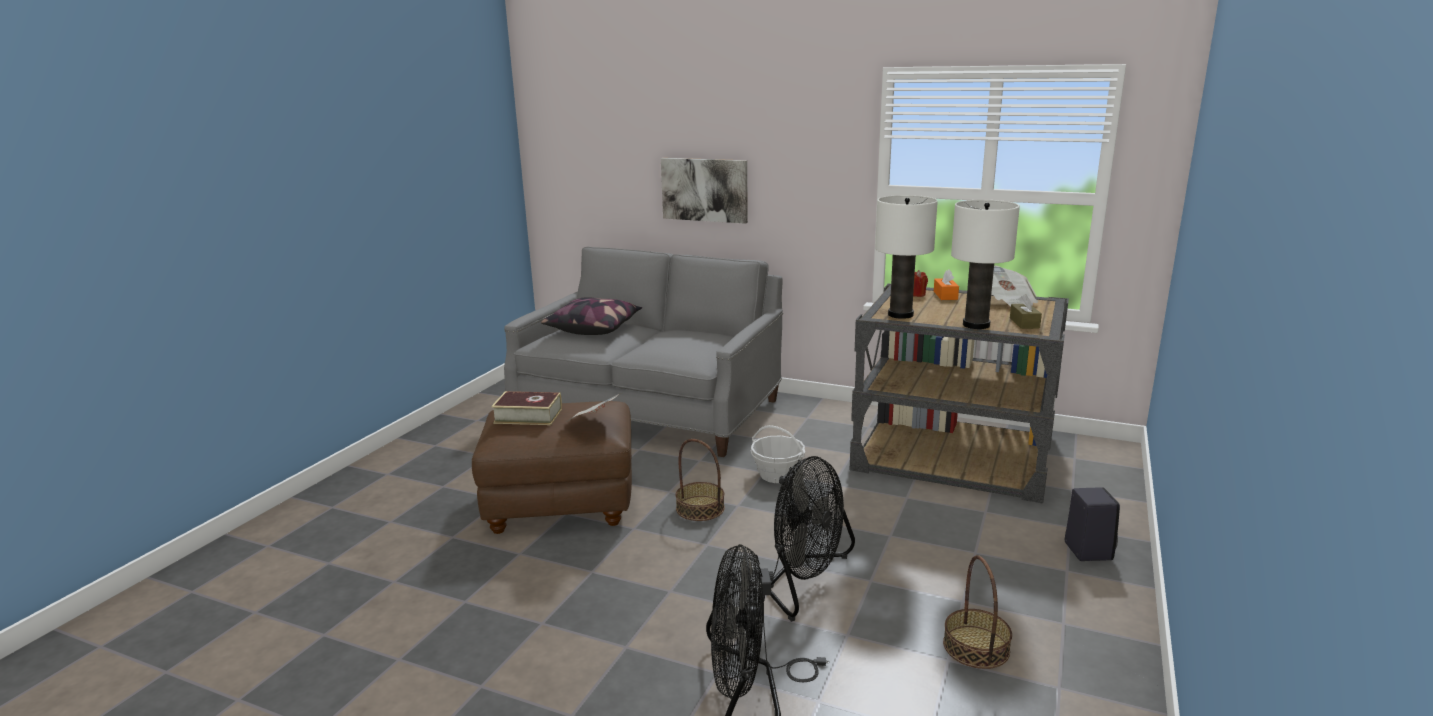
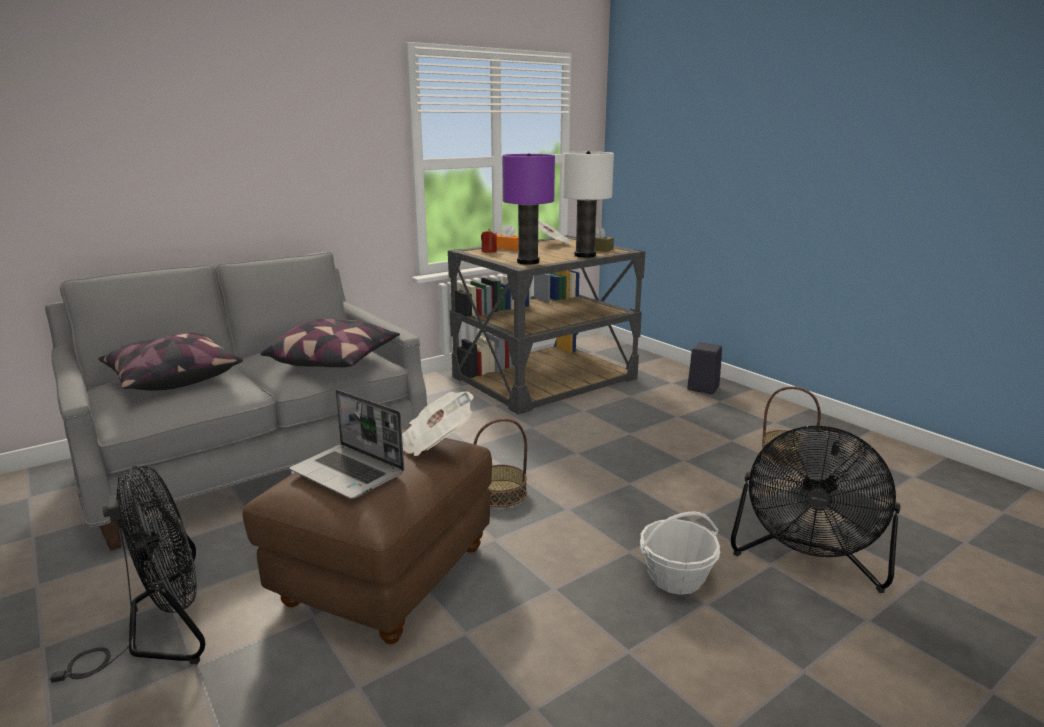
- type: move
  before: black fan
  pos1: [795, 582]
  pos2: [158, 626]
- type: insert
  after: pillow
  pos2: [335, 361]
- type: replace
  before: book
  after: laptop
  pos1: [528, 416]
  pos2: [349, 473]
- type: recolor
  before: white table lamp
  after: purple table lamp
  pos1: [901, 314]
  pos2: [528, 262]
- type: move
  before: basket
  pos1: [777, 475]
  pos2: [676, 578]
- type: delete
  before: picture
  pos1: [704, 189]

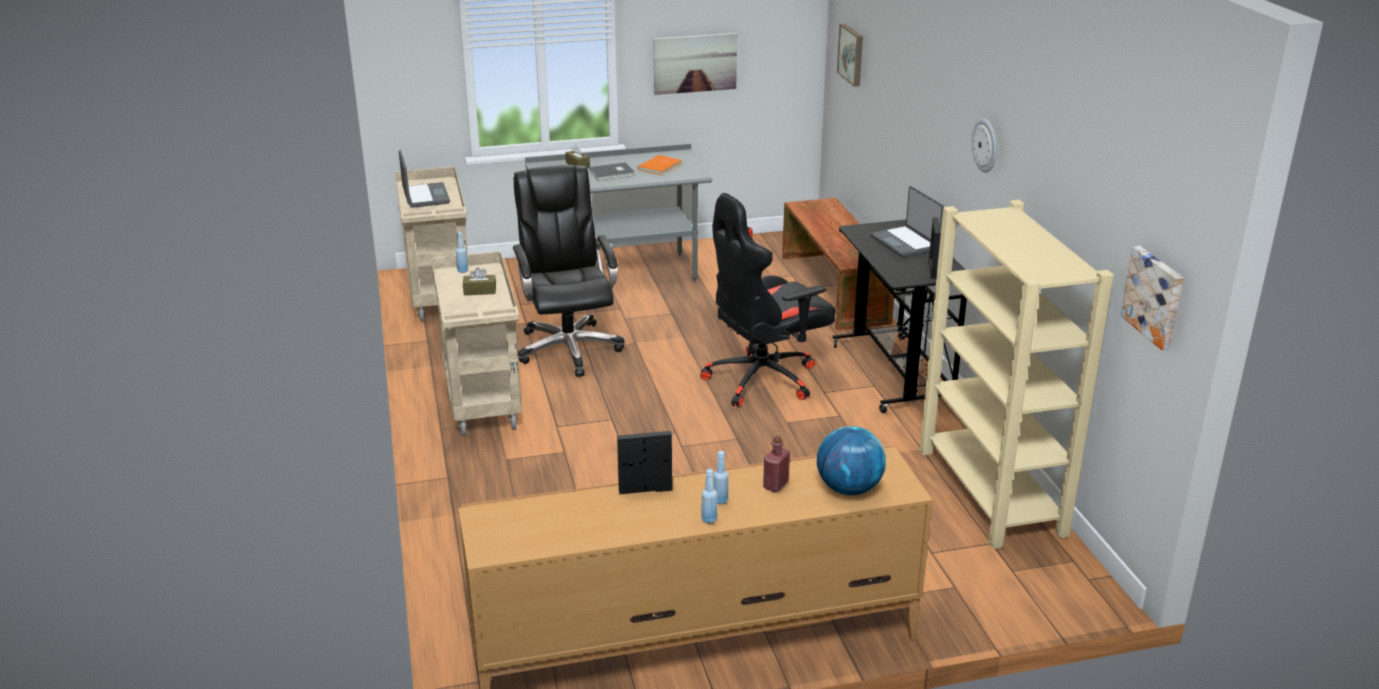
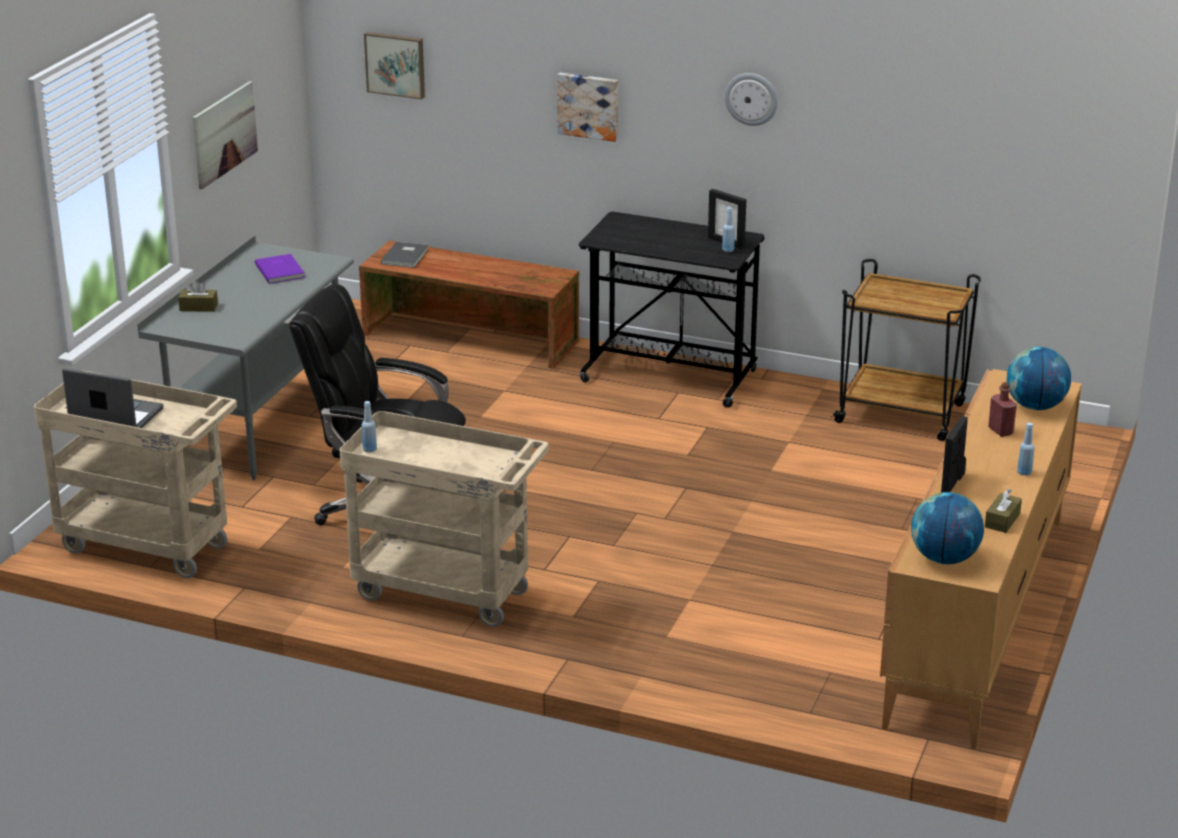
- type: recolor
  before: orange book
  after: purple book
  pos1: [661, 167]
  pos2: [281, 270]
- type: move
  before: grey book
  pos1: [613, 173]
  pos2: [406, 256]
- type: move
  before: picture
  pos1: [1155, 296]
  pos2: [588, 105]
- type: move
  before: blue bottle
  pos1: [720, 500]
  pos2: [728, 250]
- type: replace
  before: beige bookcase
  after: brown cart
  pos1: [991, 491]
  pos2: [902, 414]
- type: insert
  after: globe
  pos2: [944, 558]
- type: move
  before: brown tissue box
  pos1: [480, 291]
  pos2: [1002, 520]
- type: delete
  before: black office chair
  pos1: [769, 378]
- type: delete
  before: laptop
  pos1: [905, 242]

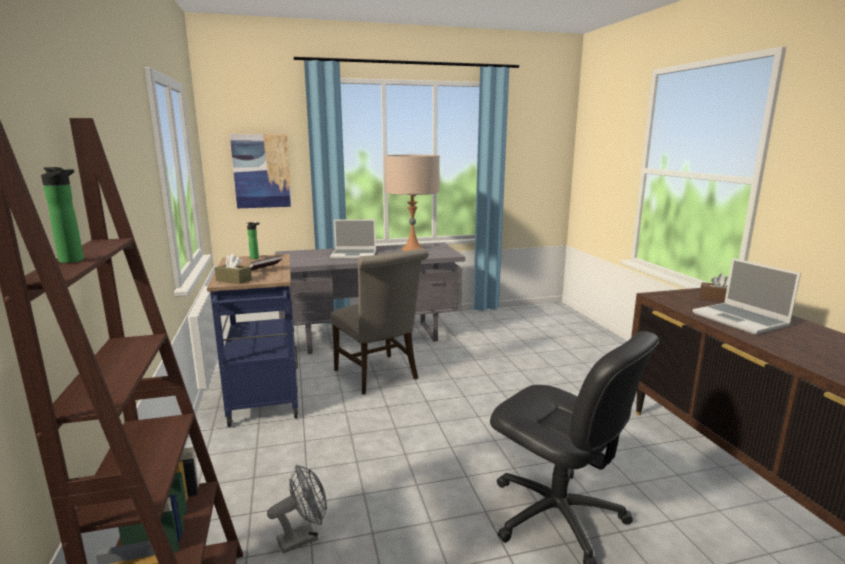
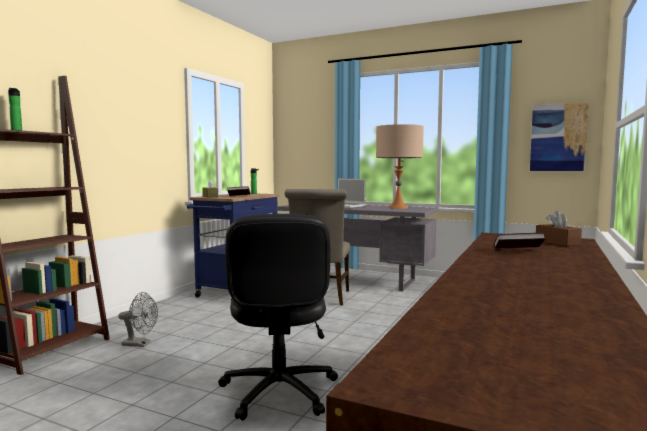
- type: replace
  before: laptop
  after: book
  pos1: [741, 320]
  pos2: [518, 251]
- type: move
  before: picture
  pos1: [262, 171]
  pos2: [558, 137]

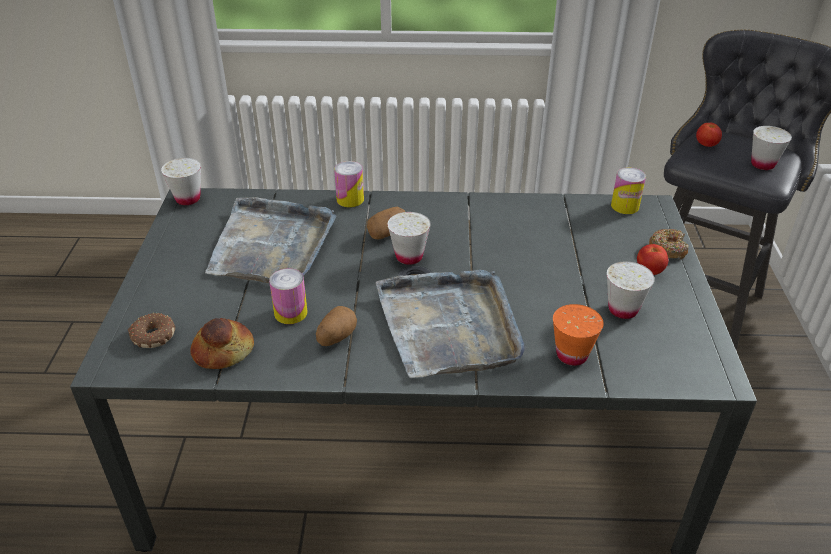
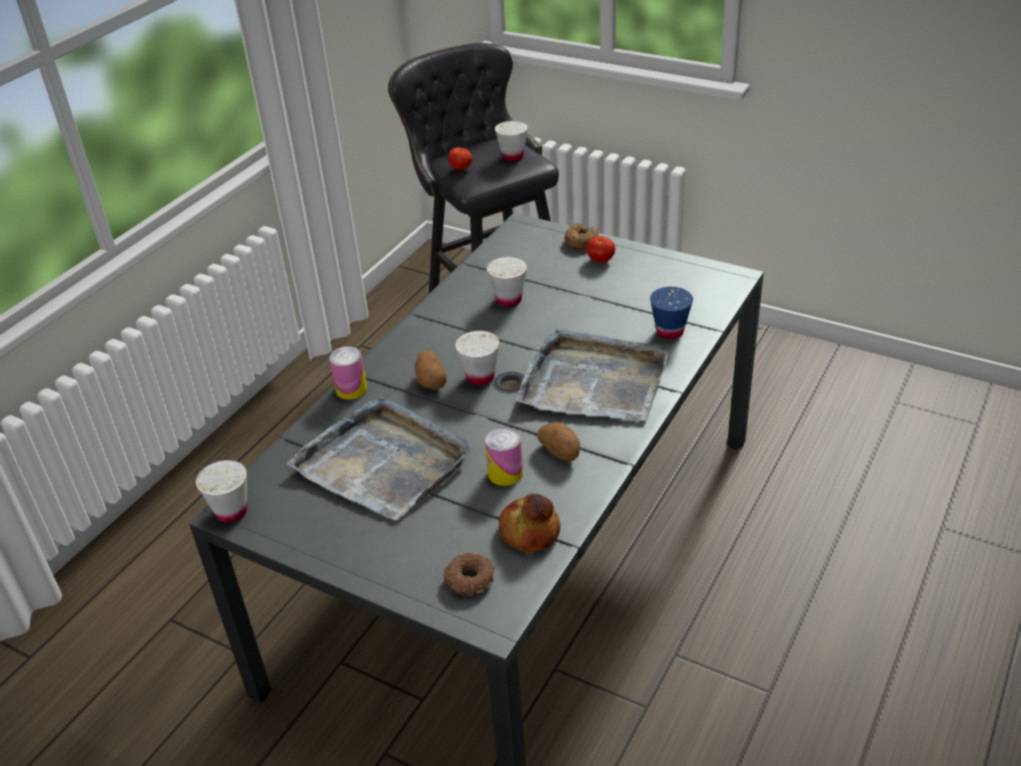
- type: move
  before: white cup
  pos1: [623, 309]
  pos2: [508, 299]
- type: recolor
  before: orange cup
  after: blue cup
  pos1: [571, 355]
  pos2: [669, 332]
- type: delete
  before: can
  pos1: [625, 206]

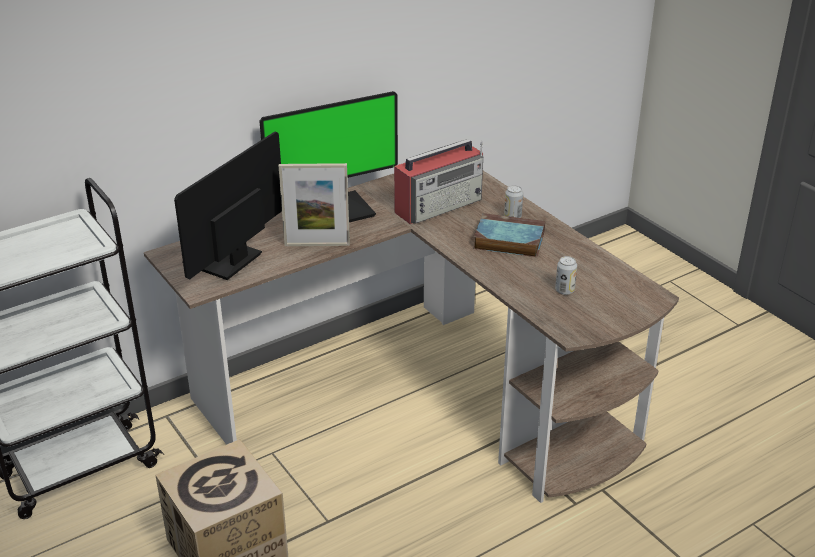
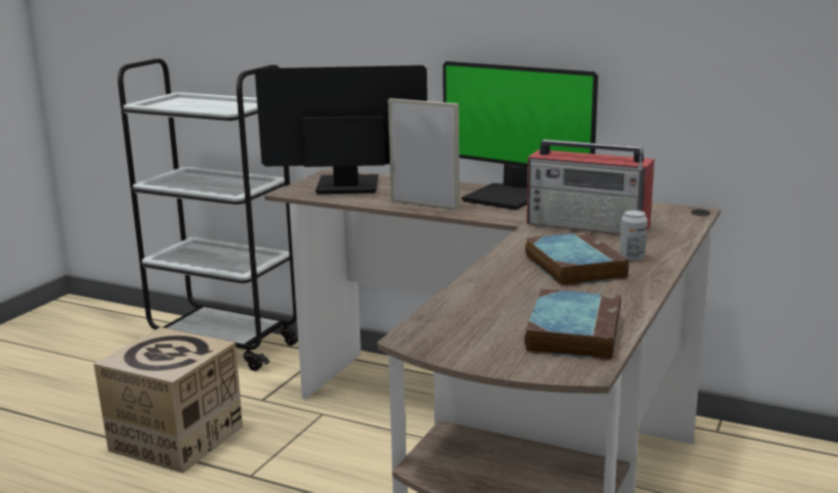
- type: rotate
  before: picture frame
  pos1: [317, 244]
  pos2: [424, 205]
  turn: 150
- type: insert
  after: book
  pos2: [573, 332]
- type: delete
  before: can
  pos1: [564, 290]

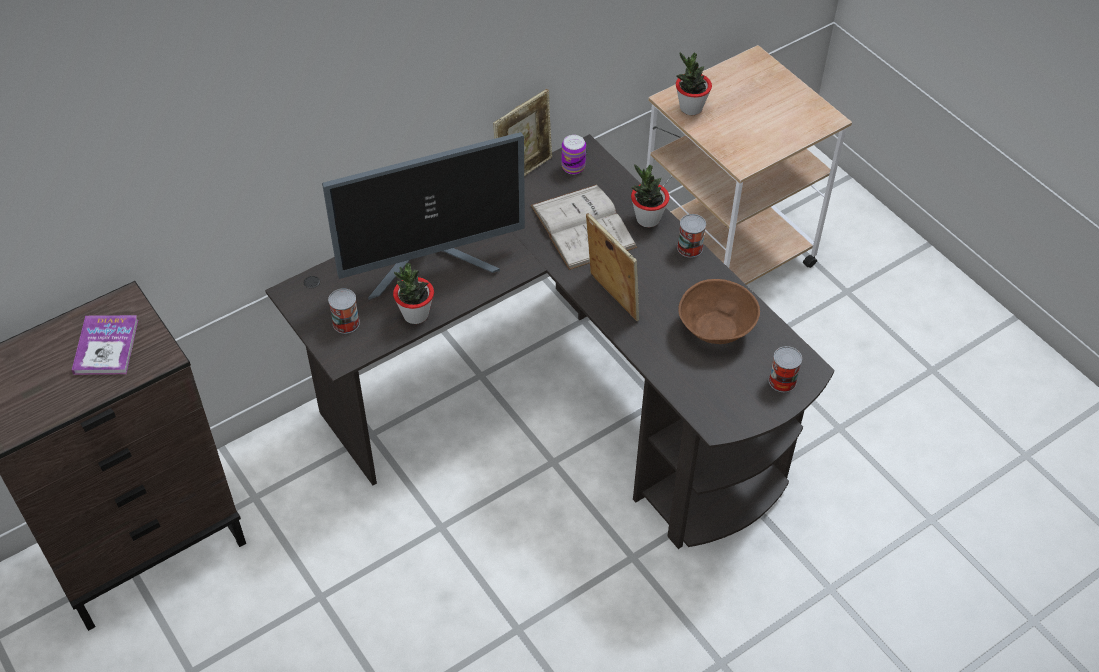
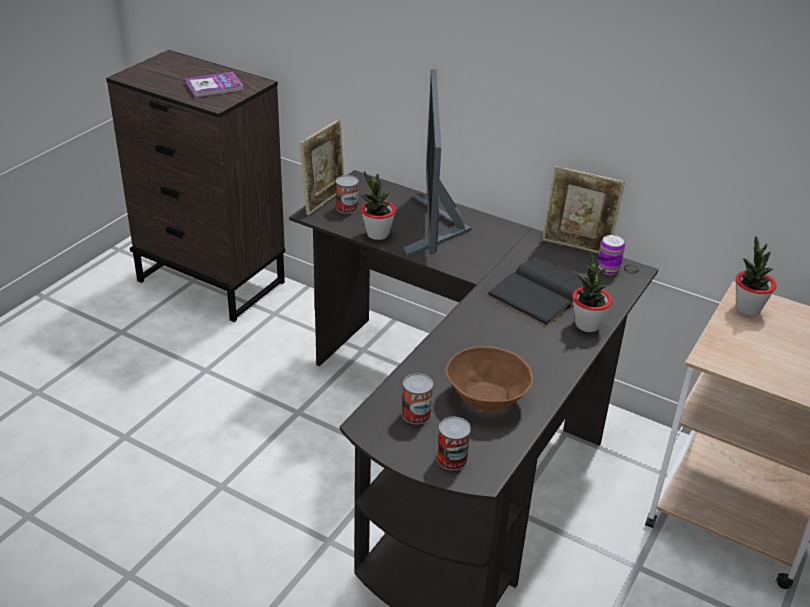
- type: move
  before: picture frame
  pos1: [611, 298]
  pos2: [324, 200]
- type: move
  before: can
  pos1: [689, 248]
  pos2: [416, 414]
- type: rotate
  before: monitor
  pos1: [431, 264]
  pos2: [435, 228]
  turn: 45
- type: recolor
  before: white book
  after: black book
  pos1: [583, 226]
  pos2: [543, 291]

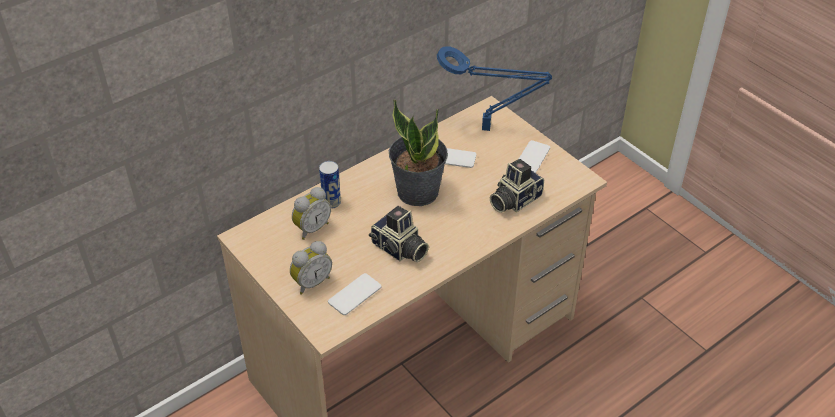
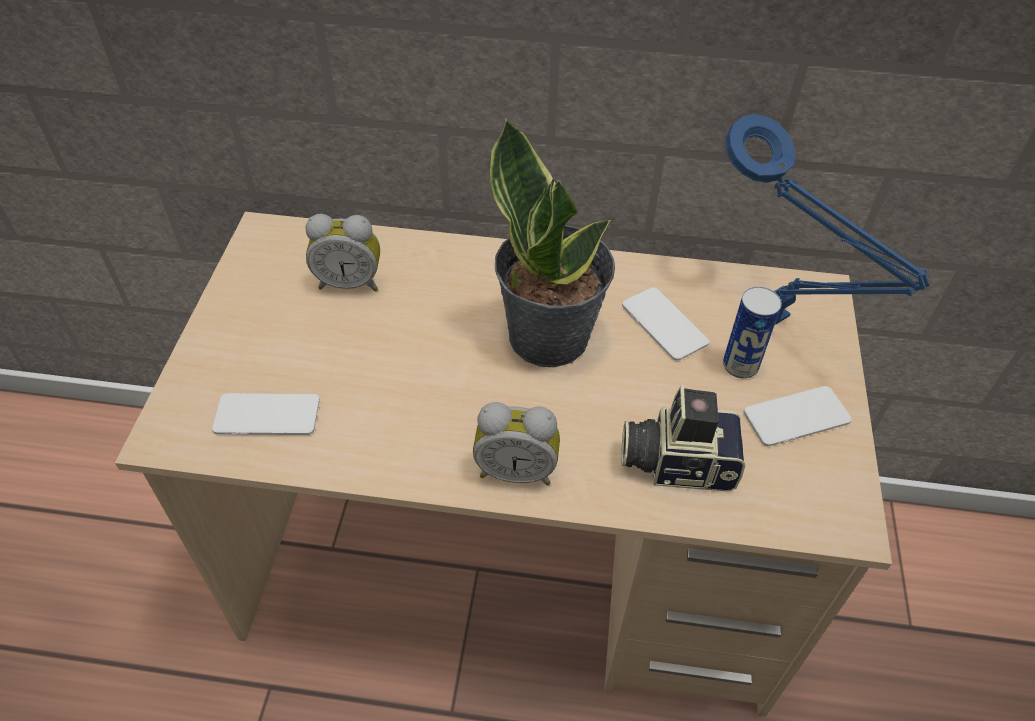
- type: move
  before: alarm clock
  pos1: [311, 282]
  pos2: [516, 469]
- type: move
  before: can
  pos1: [331, 202]
  pos2: [740, 365]
- type: delete
  before: photo camera
  pos1: [399, 249]

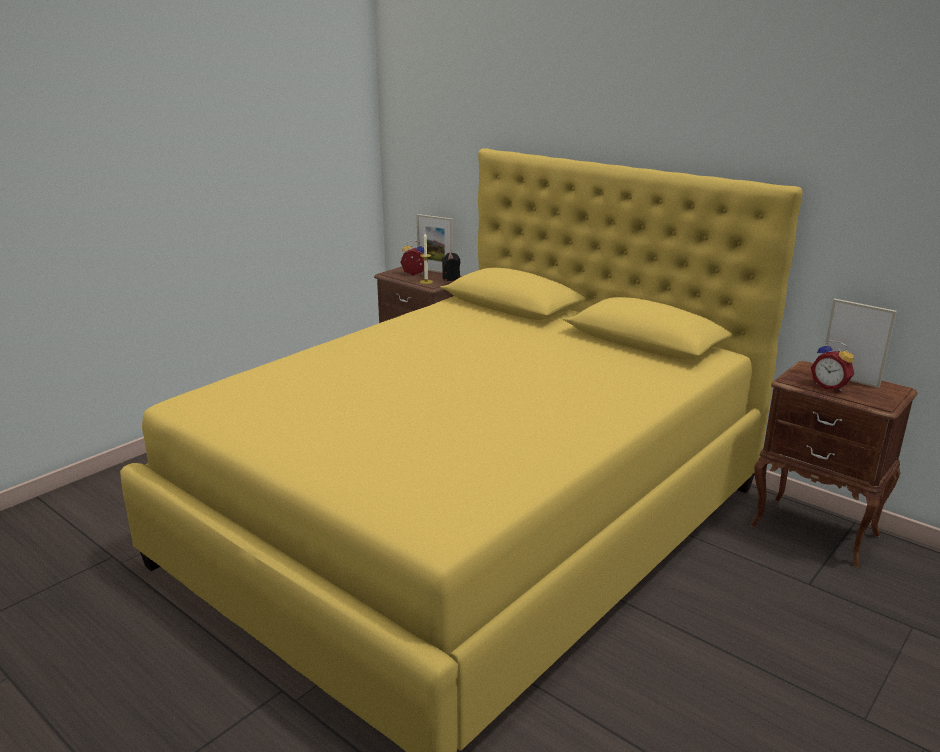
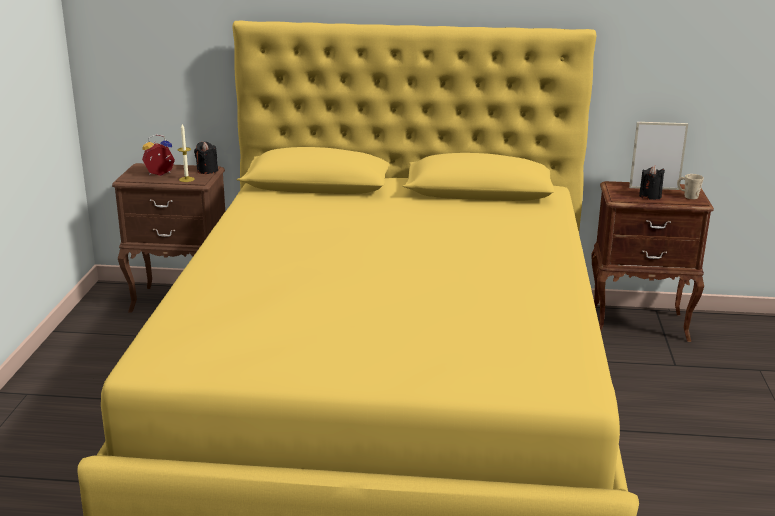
- type: replace
  before: alarm clock
  after: black candle
  pos1: [830, 386]
  pos2: [650, 196]
- type: insert
  after: beige mug
  pos2: [687, 196]
- type: delete
  before: picture frame
  pos1: [435, 271]

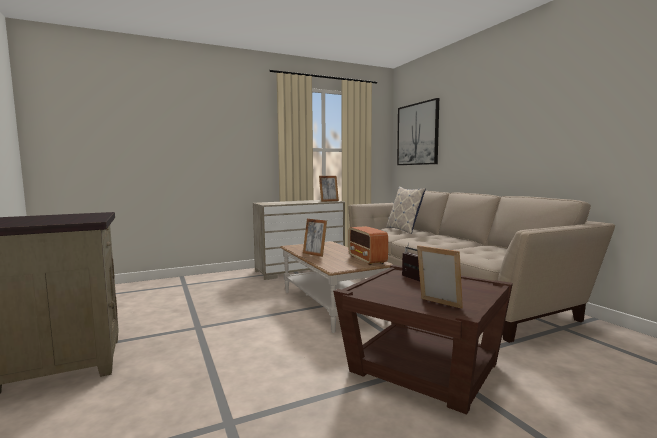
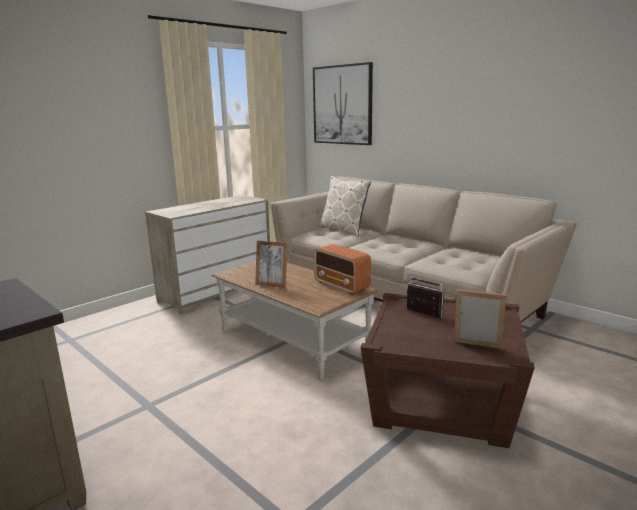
- type: delete
  before: picture frame
  pos1: [329, 201]

